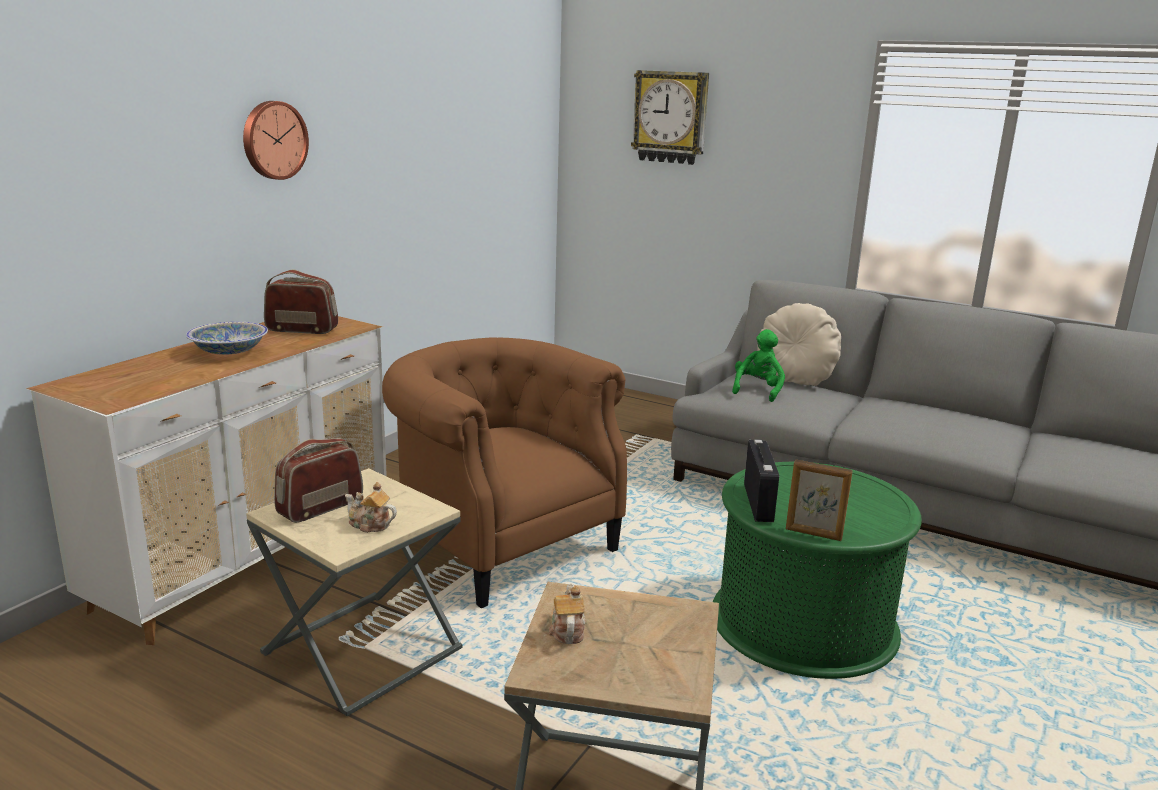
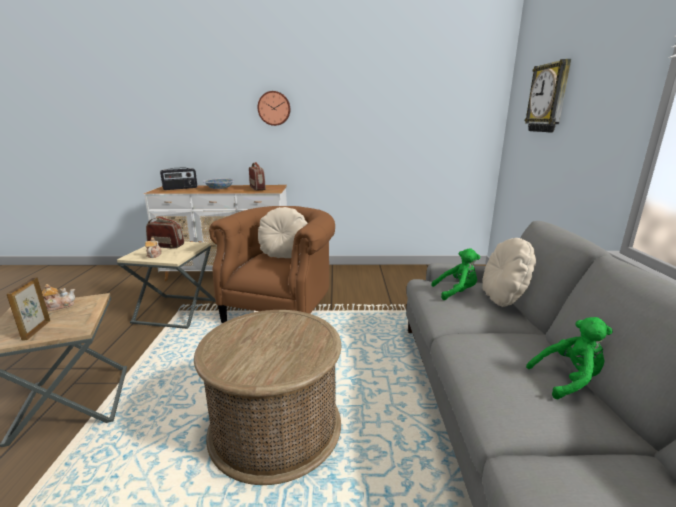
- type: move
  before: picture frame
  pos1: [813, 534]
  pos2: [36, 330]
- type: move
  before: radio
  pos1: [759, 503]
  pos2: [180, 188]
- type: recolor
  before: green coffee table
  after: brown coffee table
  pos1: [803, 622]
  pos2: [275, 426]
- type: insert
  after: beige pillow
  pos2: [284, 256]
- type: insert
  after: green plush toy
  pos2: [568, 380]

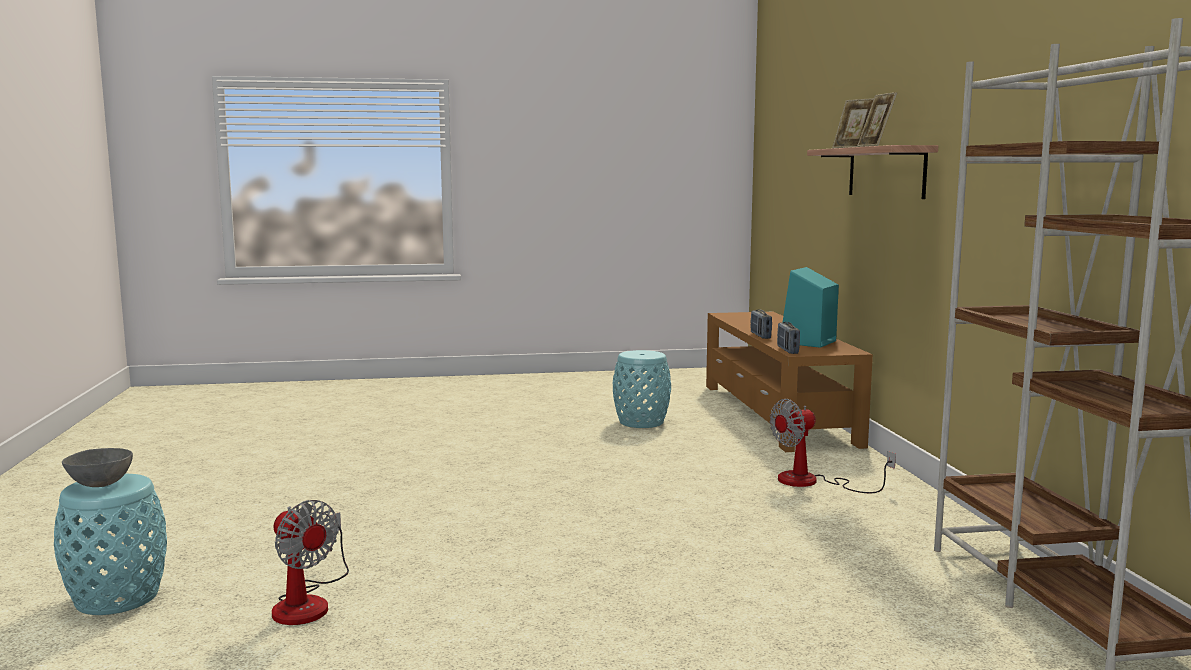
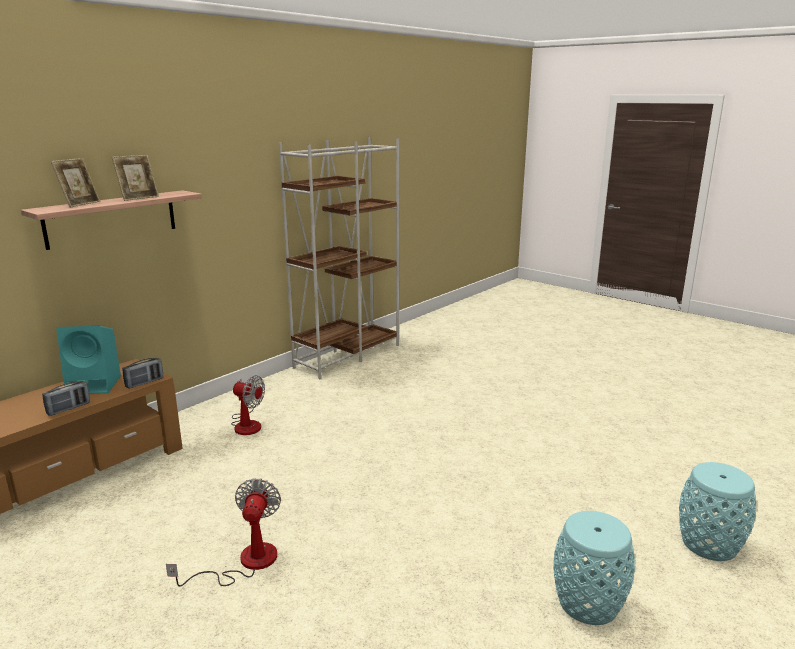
- type: move
  before: fan
  pos1: [308, 602]
  pos2: [245, 563]
- type: move
  before: turquoise stool
  pos1: [641, 422]
  pos2: [587, 603]
- type: delete
  before: grey bowl
  pos1: [100, 484]

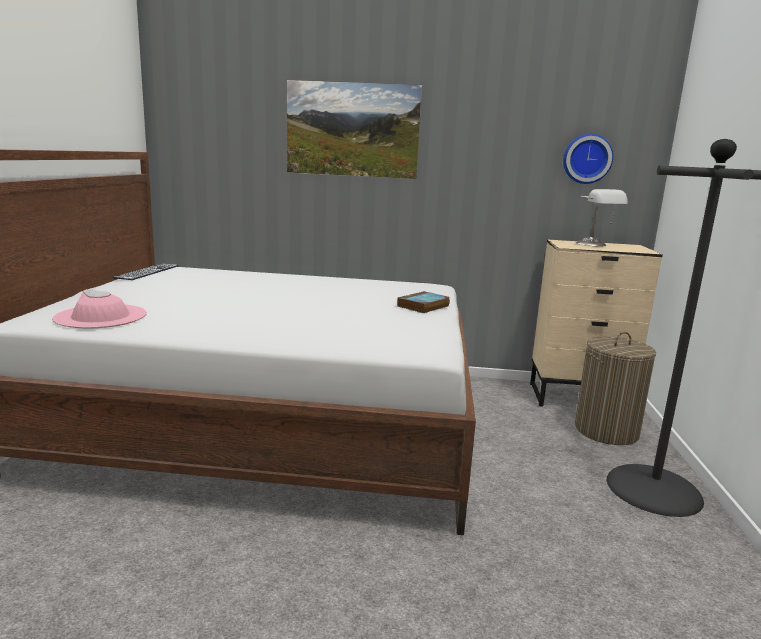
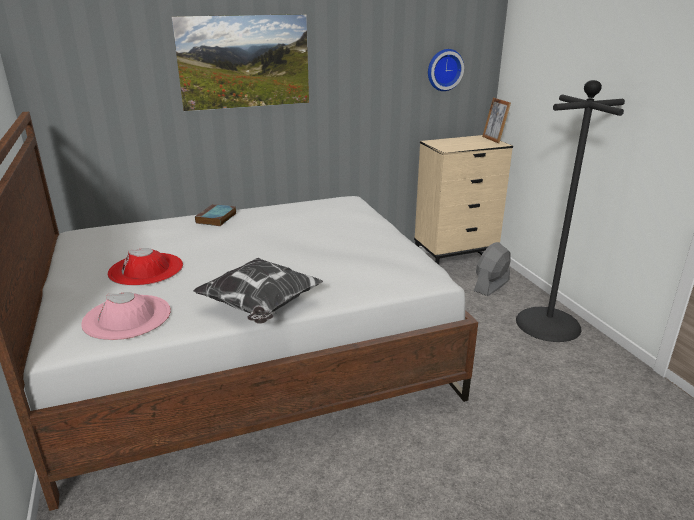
- type: insert
  after: red hat
  pos2: [146, 269]
- type: insert
  after: pillow
  pos2: [260, 307]
- type: move
  before: book
  pos1: [423, 306]
  pos2: [216, 218]
- type: replace
  before: laundry basket
  after: grey fan
  pos1: [606, 431]
  pos2: [491, 286]
- type: insert
  after: picture frame
  pos2: [493, 139]
- type: delete
  before: keyboard
  pos1: [147, 272]
- type: delete
  before: white table lamp
  pos1: [595, 245]

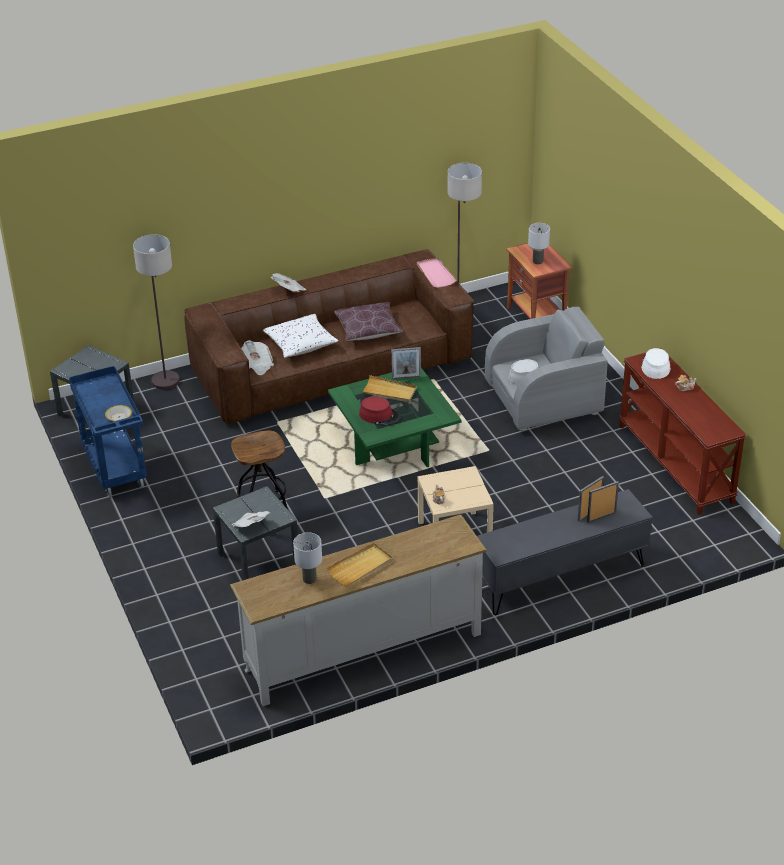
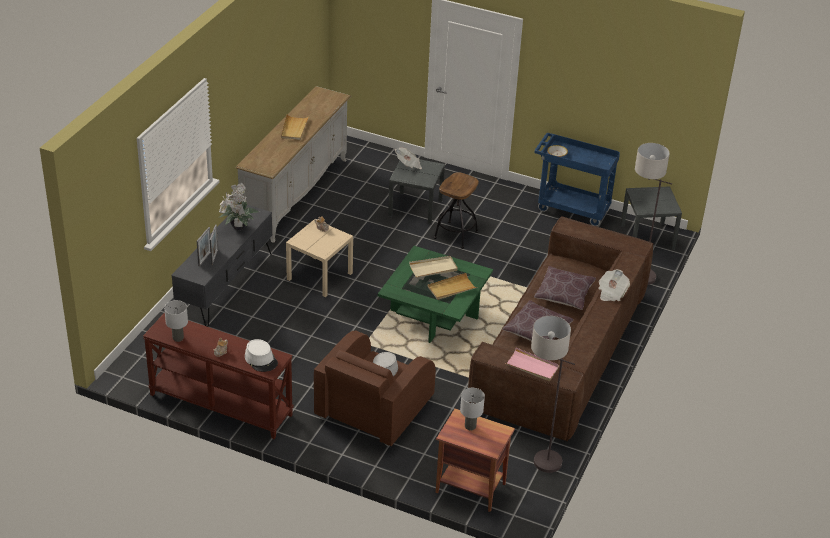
- type: move
  before: white table lamp
  pos1: [309, 580]
  pos2: [178, 338]
- type: insert
  after: potted plant
  pos2: [237, 227]
- type: recolor
  before: grey armchair
  after: brown armchair
  pos1: [544, 399]
  pos2: [373, 408]
- type: replace
  before: red hat
  after: beige tray
  pos1: [379, 416]
  pos2: [433, 268]
- type: recolor
  before: white pillow
  after: brown pillow
  pos1: [300, 344]
  pos2: [564, 294]
- type: delete
  before: newspaper
  pos1: [257, 365]
- type: delete
  before: picture frame
  pos1: [406, 377]

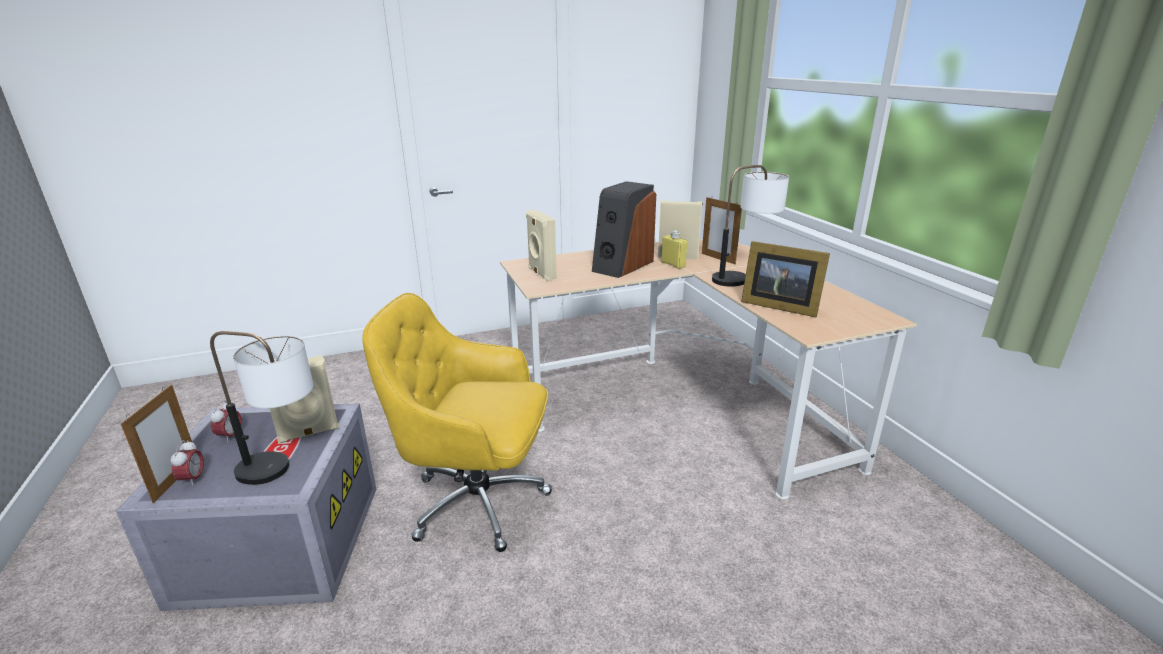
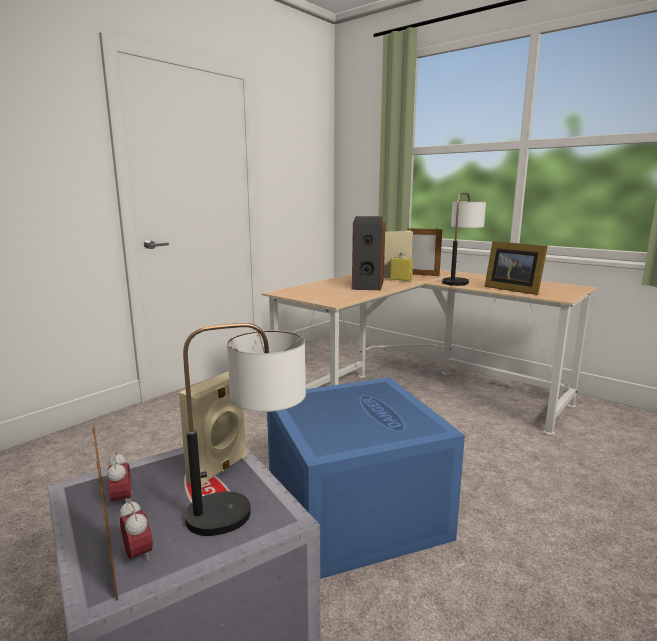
- type: replace
  before: yellow office chair
  after: blue storage box
  pos1: [478, 500]
  pos2: [351, 509]
- type: rotate
  before: picture frame
  pos1: [778, 305]
  pos2: [512, 289]
  turn: 45
- type: delete
  before: beige speaker
  pos1: [541, 274]

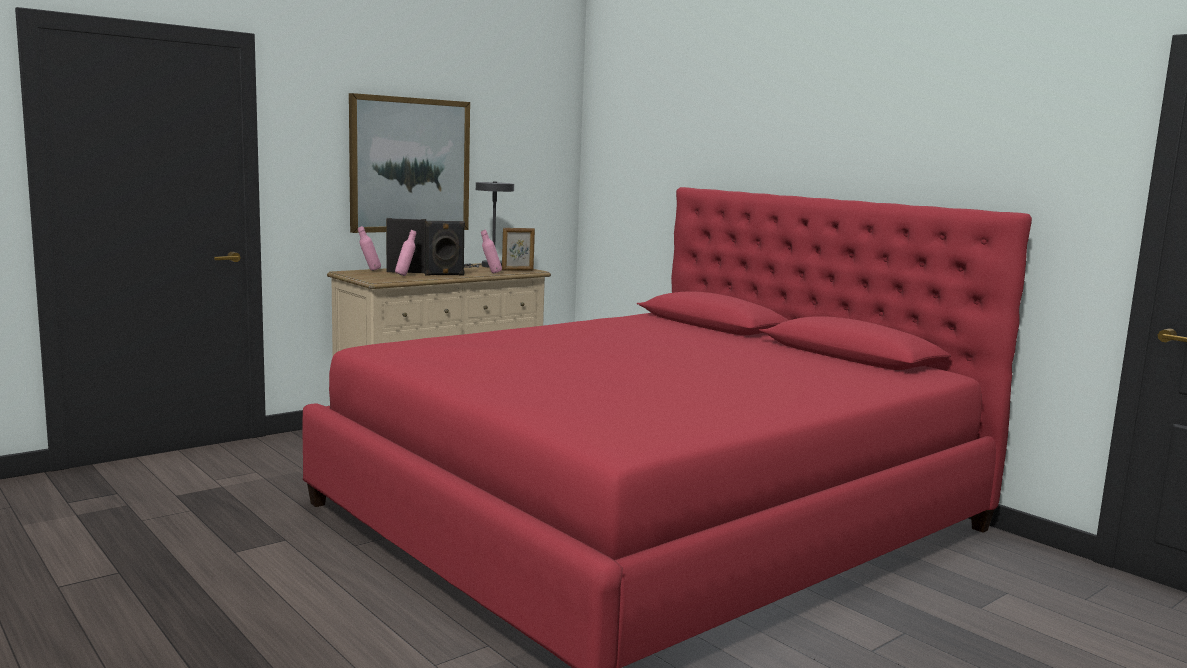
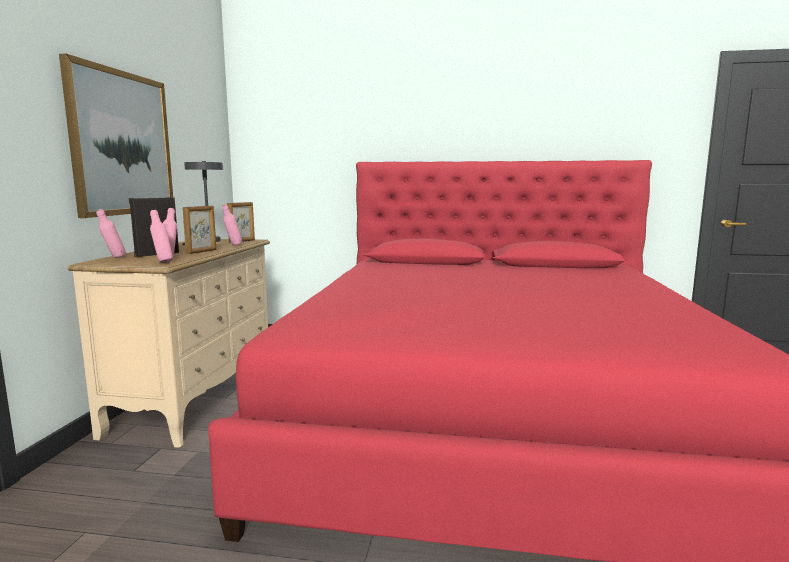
- type: insert
  after: pink bottle
  pos2: [162, 262]
- type: replace
  before: black speaker
  after: picture frame
  pos1: [444, 275]
  pos2: [202, 251]

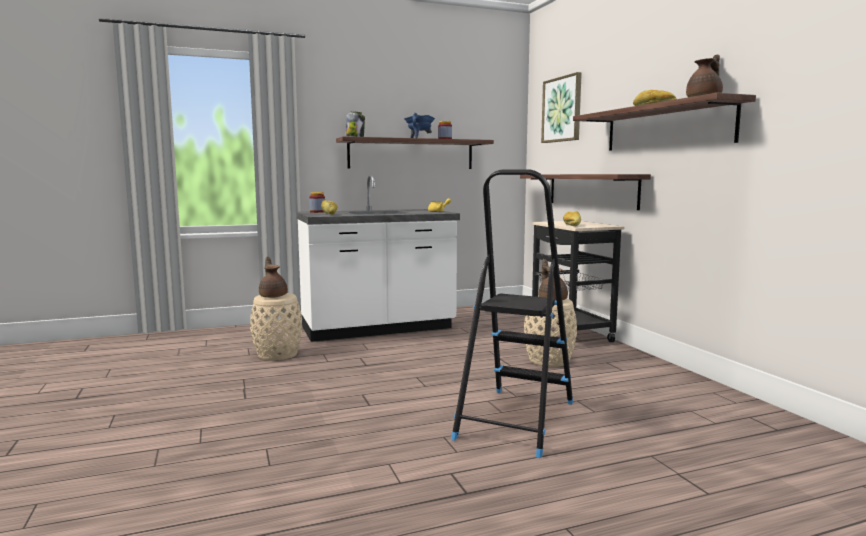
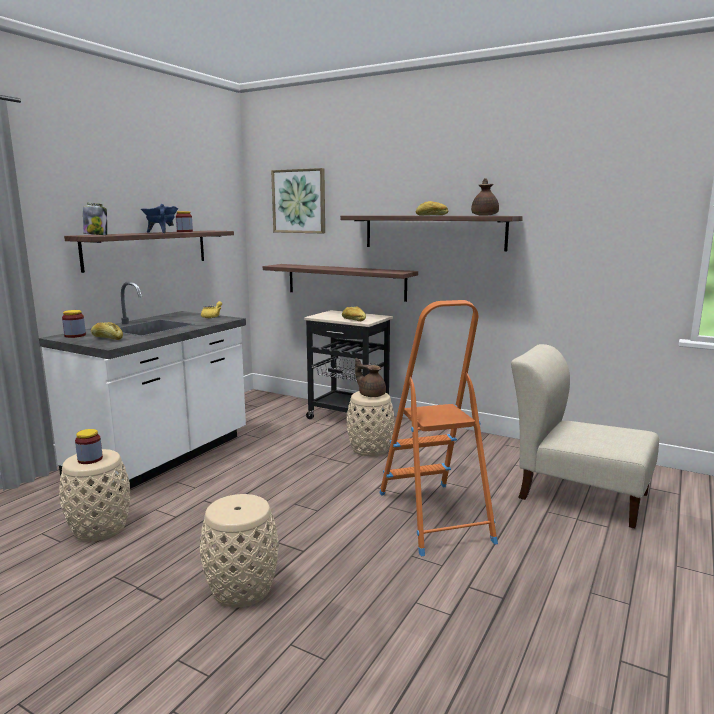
- type: replace
  before: brown teapot
  after: jar
  pos1: [273, 296]
  pos2: [90, 459]
- type: insert
  after: beige stool
  pos2: [241, 589]
- type: recolor
  before: black step ladder
  after: orange step ladder
  pos1: [517, 418]
  pos2: [433, 515]
- type: insert
  after: beige chair
  pos2: [577, 494]

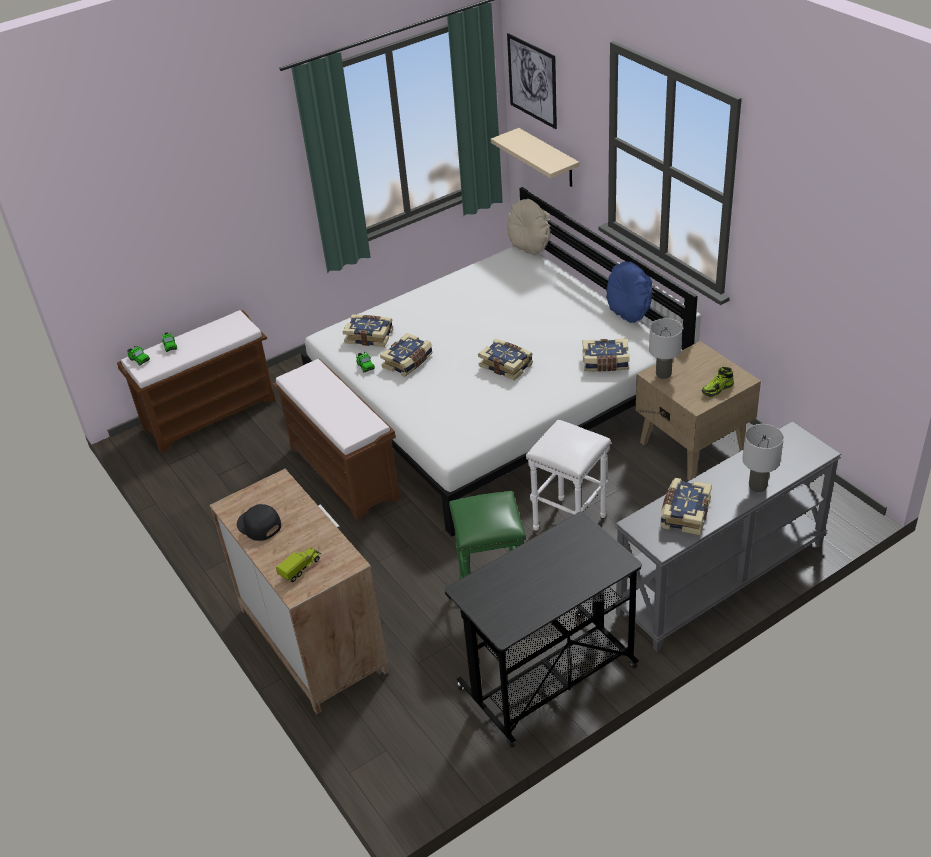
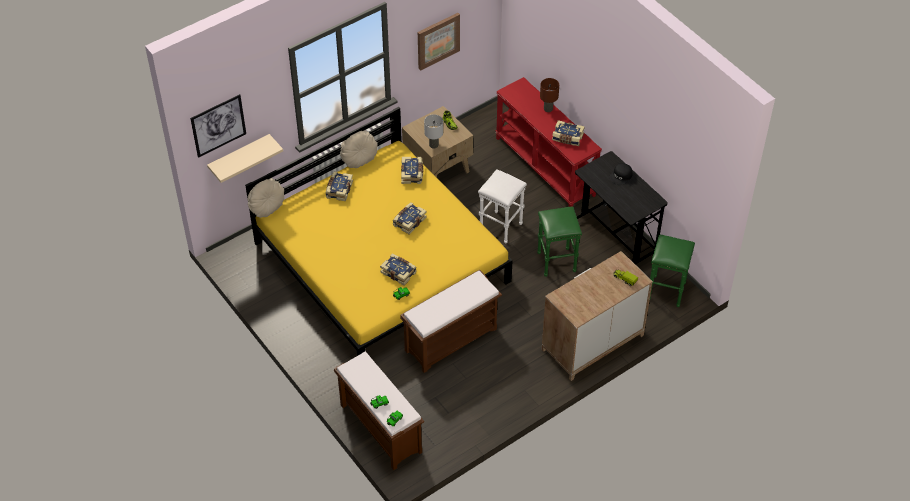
- type: recolor
  before: white bed
  after: yellow bed
  pos1: [495, 398]
  pos2: [381, 261]
- type: move
  before: book
  pos1: [369, 336]
  pos2: [339, 190]
- type: recolor
  before: blue pillow
  after: beige pillow
  pos1: [628, 313]
  pos2: [359, 161]
- type: insert
  after: picture
  pos2: [438, 40]
- type: recolor
  before: grey console table
  after: red console table
  pos1: [721, 579]
  pos2: [546, 166]
- type: recolor
  before: white table lamp
  after: brown table lamp
  pos1: [758, 486]
  pos2: [547, 109]
- type: move
  before: black cap
  pos1: [258, 525]
  pos2: [621, 176]
- type: insert
  after: green stool
  pos2: [667, 291]

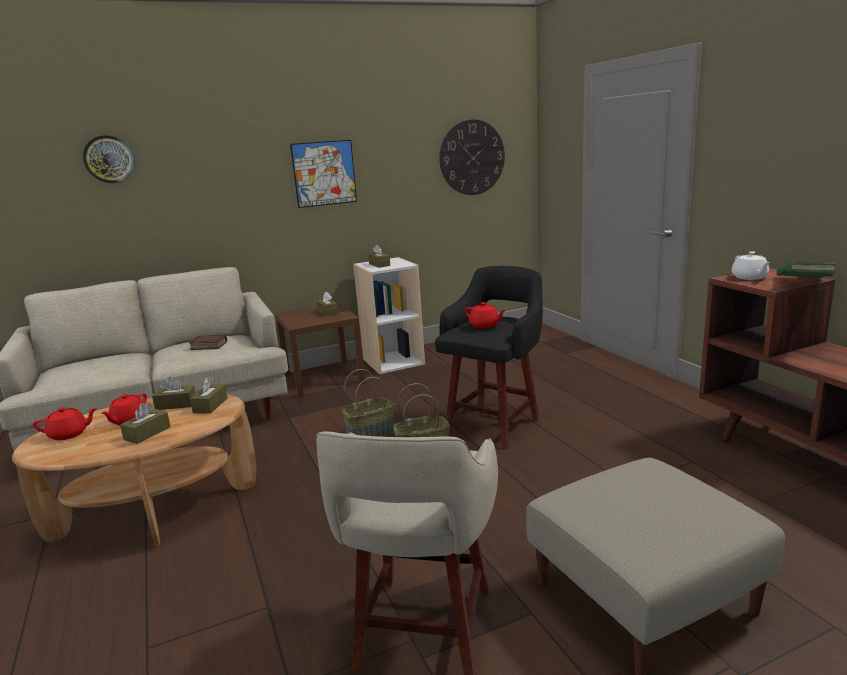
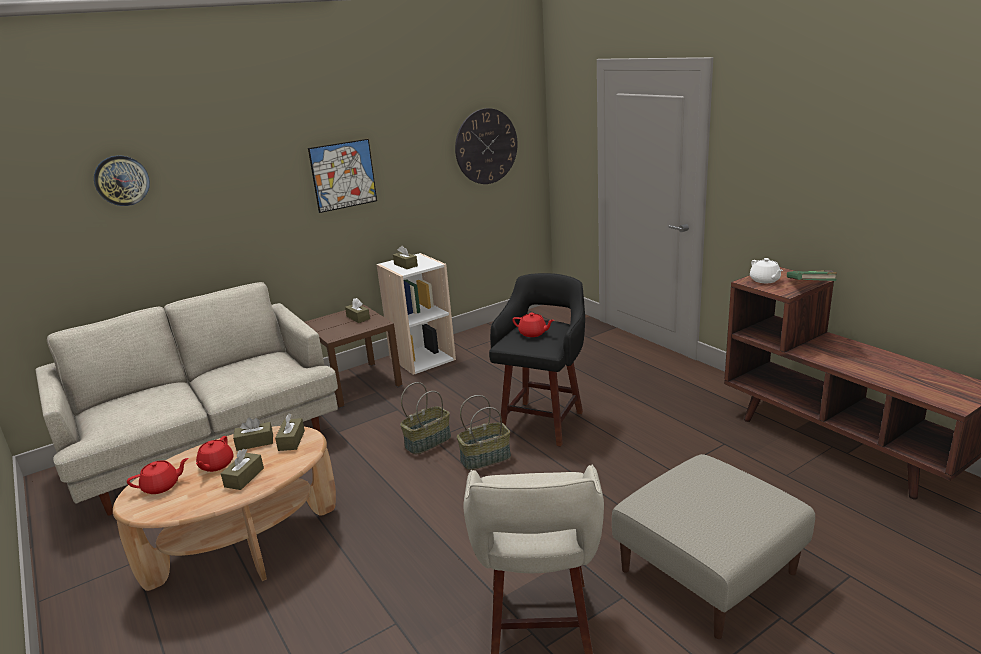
- type: delete
  before: book
  pos1: [208, 346]

